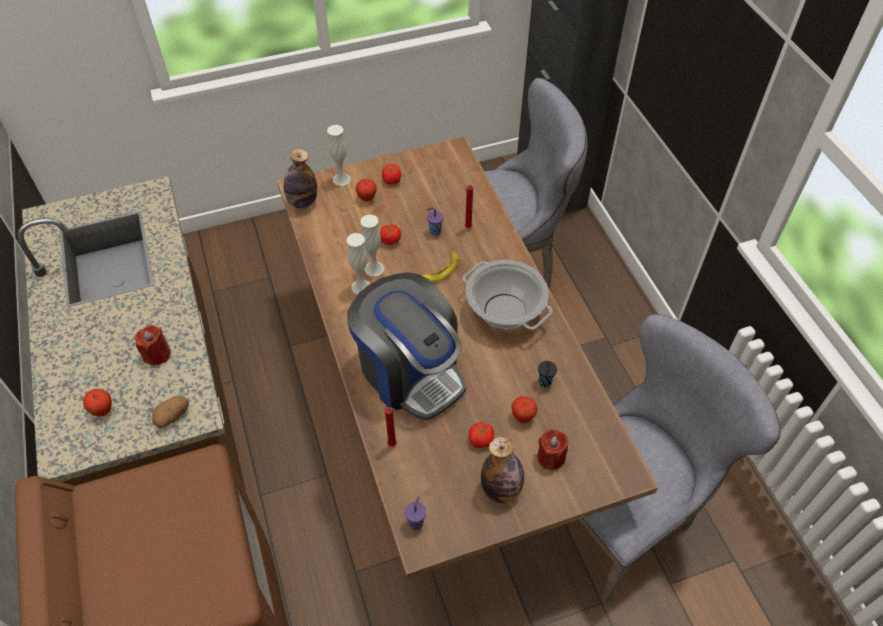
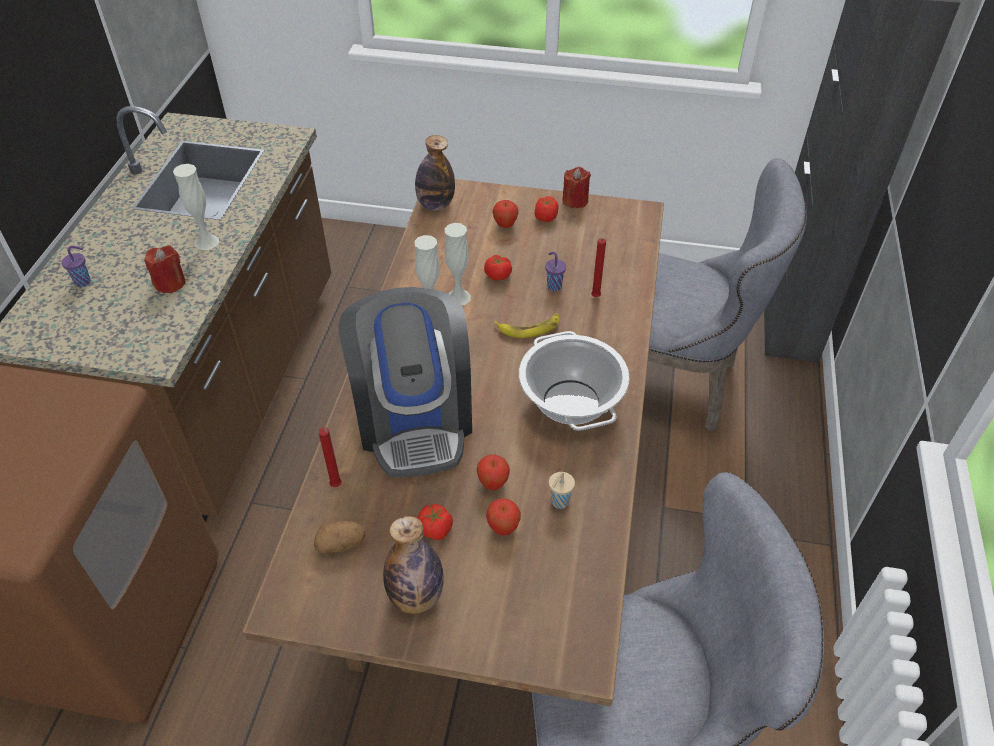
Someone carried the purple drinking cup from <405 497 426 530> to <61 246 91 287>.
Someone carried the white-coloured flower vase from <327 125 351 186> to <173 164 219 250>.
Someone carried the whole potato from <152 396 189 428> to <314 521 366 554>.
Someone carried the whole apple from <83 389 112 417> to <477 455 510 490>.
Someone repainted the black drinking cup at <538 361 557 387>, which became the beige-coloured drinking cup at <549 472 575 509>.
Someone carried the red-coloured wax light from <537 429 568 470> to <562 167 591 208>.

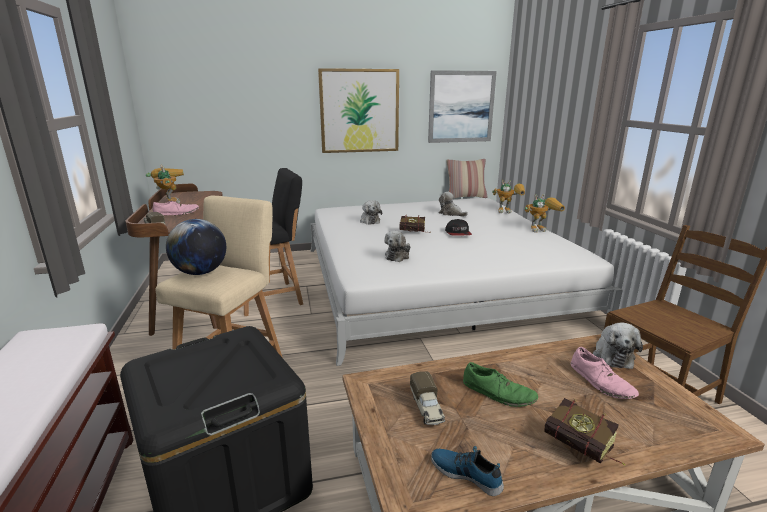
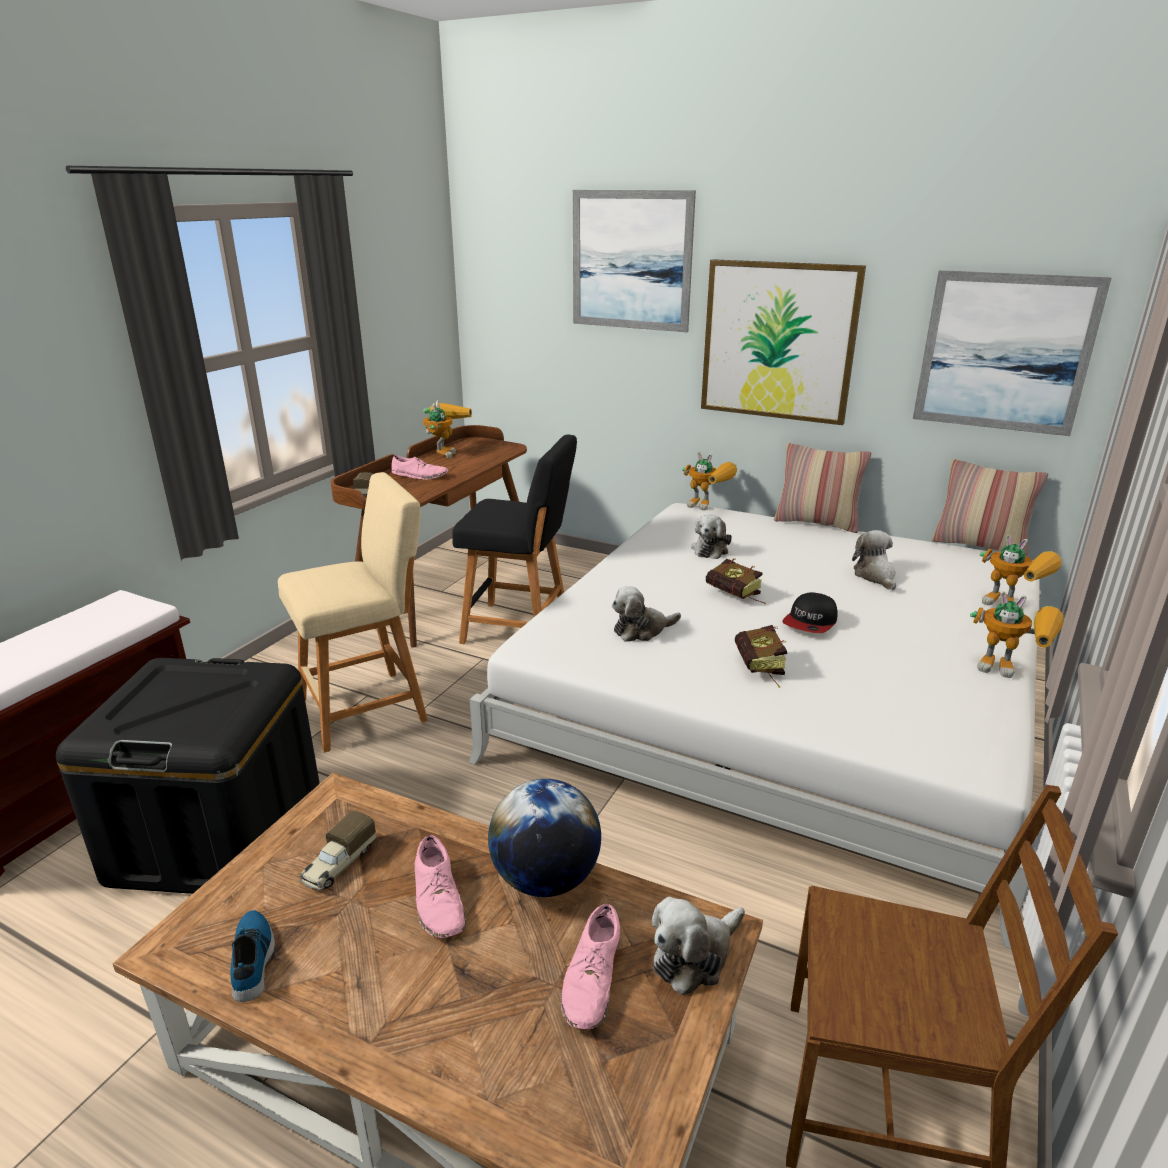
Someone repainted the green low shoe at <463 362 538 407>, which became the pink low shoe at <414 835 466 938>.
Someone carried the world globe from <166 219 226 275> to <488 779 601 897>.
Someone put up the picture at <573 190 696 332>.
Someone put down the robot figure at <682 452 737 511>.
Someone carried the bound book from <544 398 625 466> to <735 625 787 688>.
Someone put down the throw pillow at <774 443 871 533>.

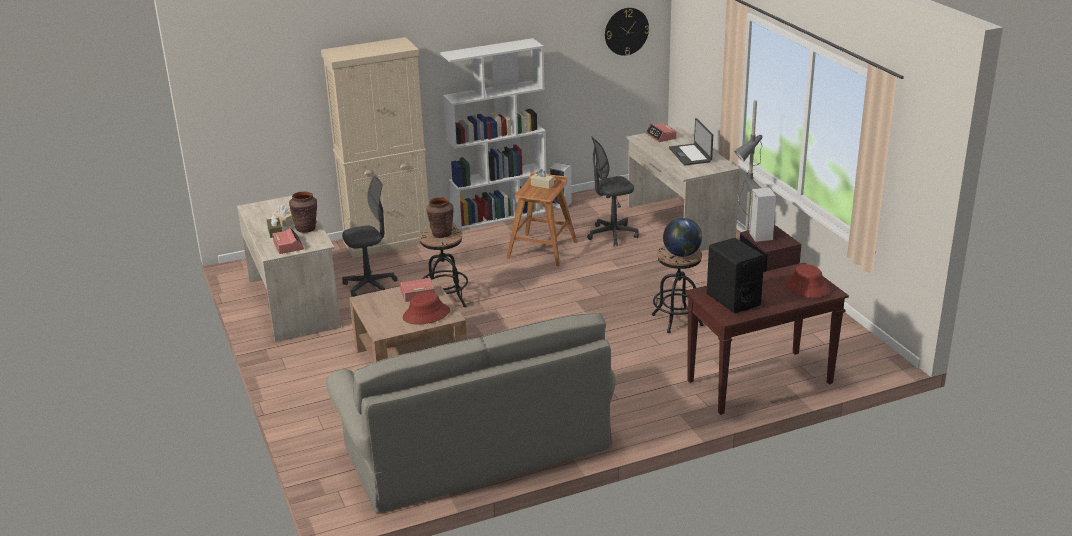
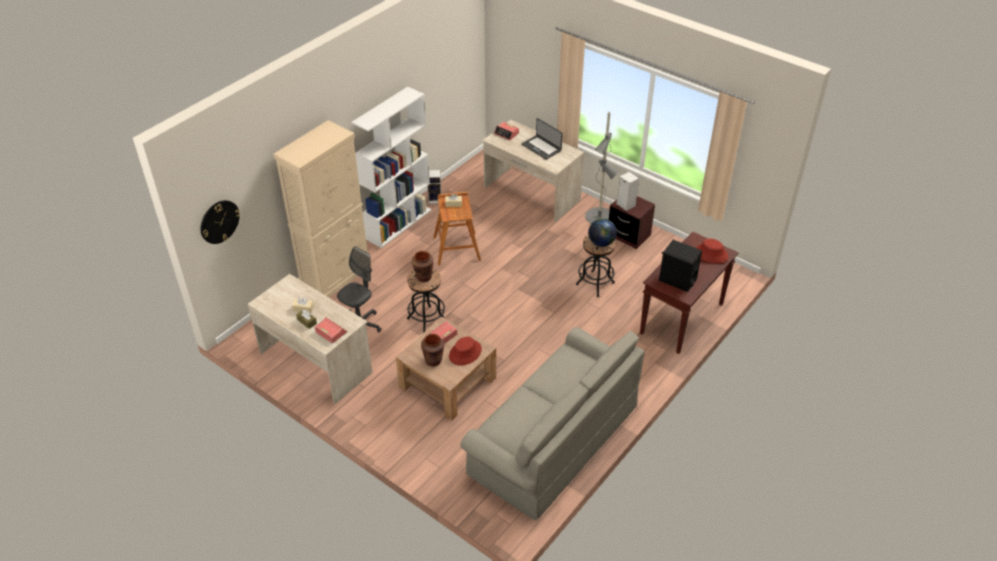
Someone carried the wall clock from <605 8 649 56> to <201 200 240 244>.
Someone carried the brown flower vase from <289 191 317 233> to <421 334 444 366>.
Someone took away the greyish office chair at <587 136 639 247>.

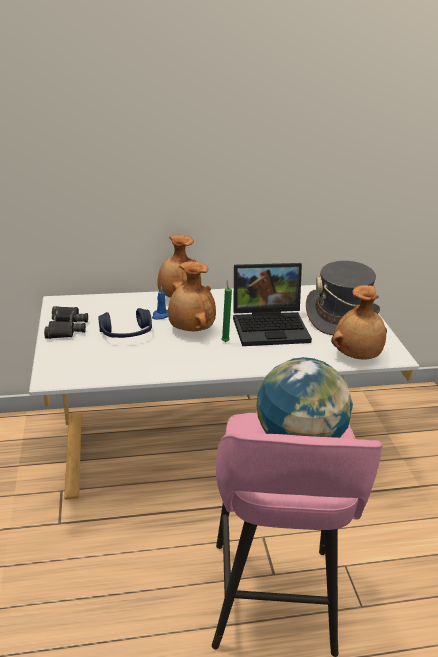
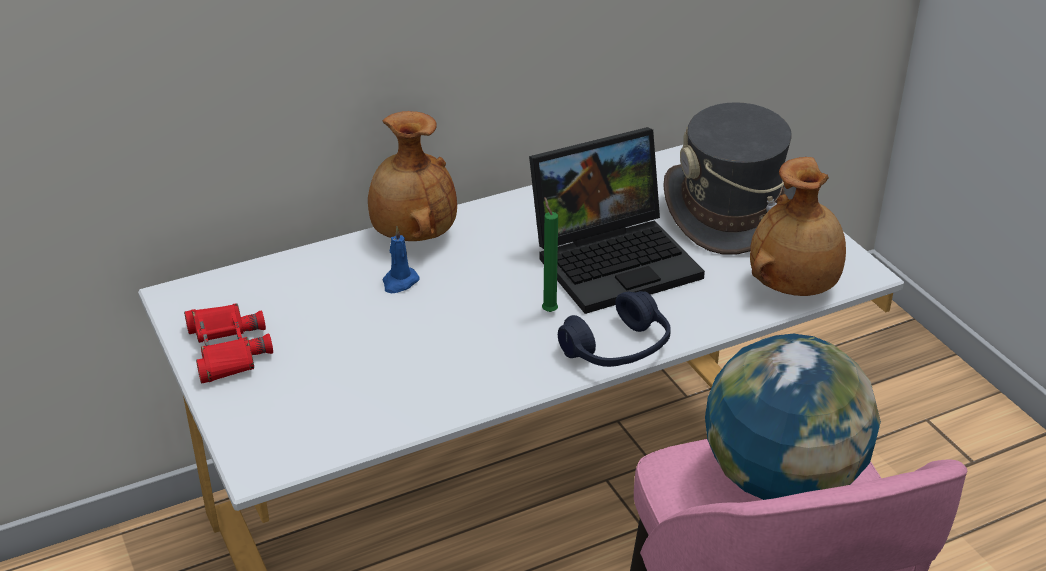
Someone repainted the black field glasses at <44 306 88 339>, which became the red-coloured field glasses at <184 303 273 383>.
Someone carried the blue-coloured pair of headphones from <99 308 152 338> to <558 291 671 367>.
Someone took away the brown flower vase at <168 261 216 331>.

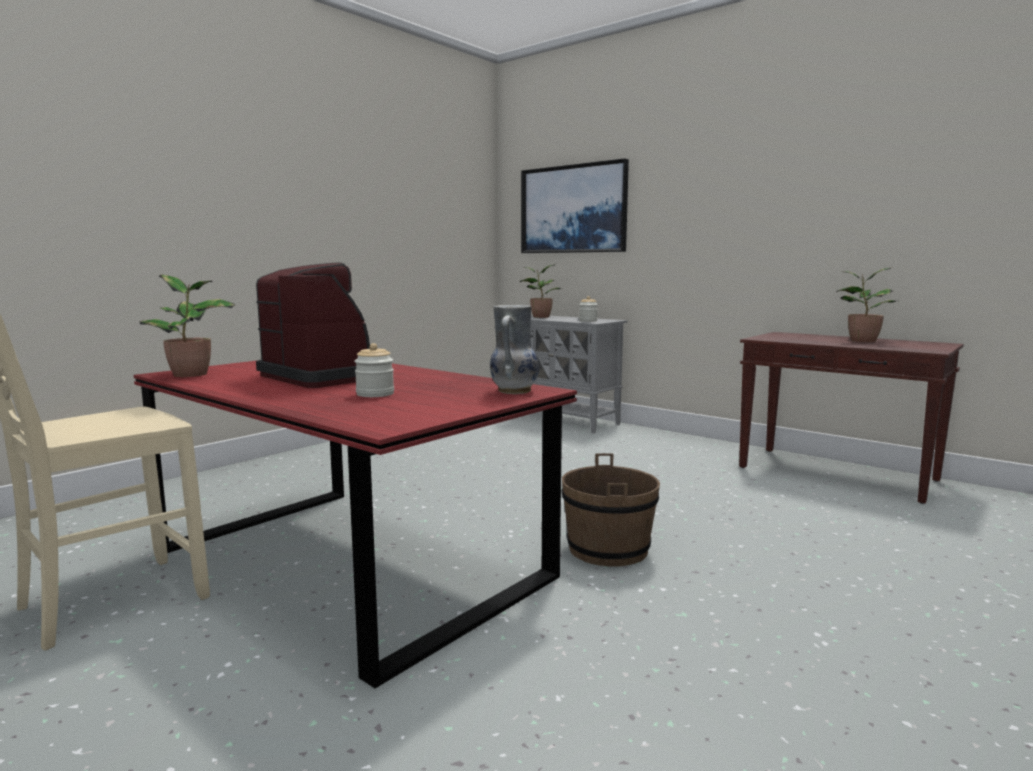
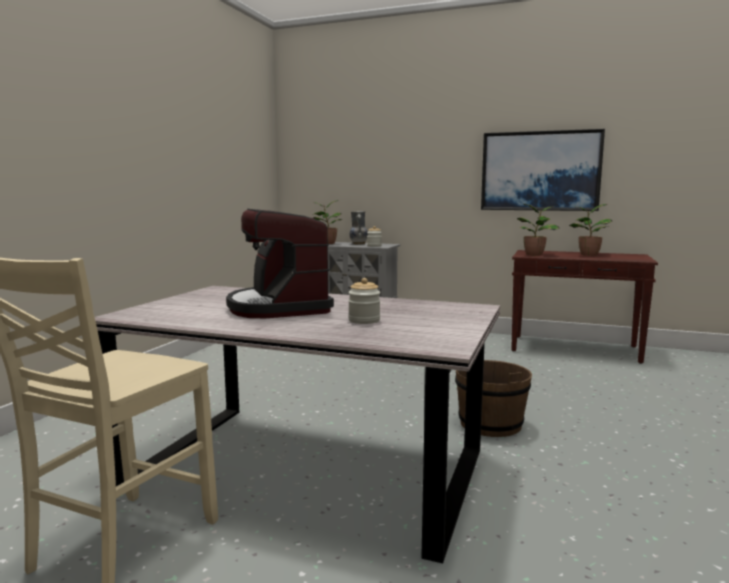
Someone repainted the red-coloured dinner table at <134 360 577 688>, which became the greyish dinner table at <95 286 500 564>.
Someone rotated the coffee machine at <256 263 370 388> by 135 degrees counterclockwise.
Someone carried the flower vase from <490 305 539 394> to <350 211 368 244>.
Someone carried the picture from <521 158 629 253> to <481 129 605 211>.
Someone carried the plant in a pot from <140 275 235 377> to <516 204 559 256>.

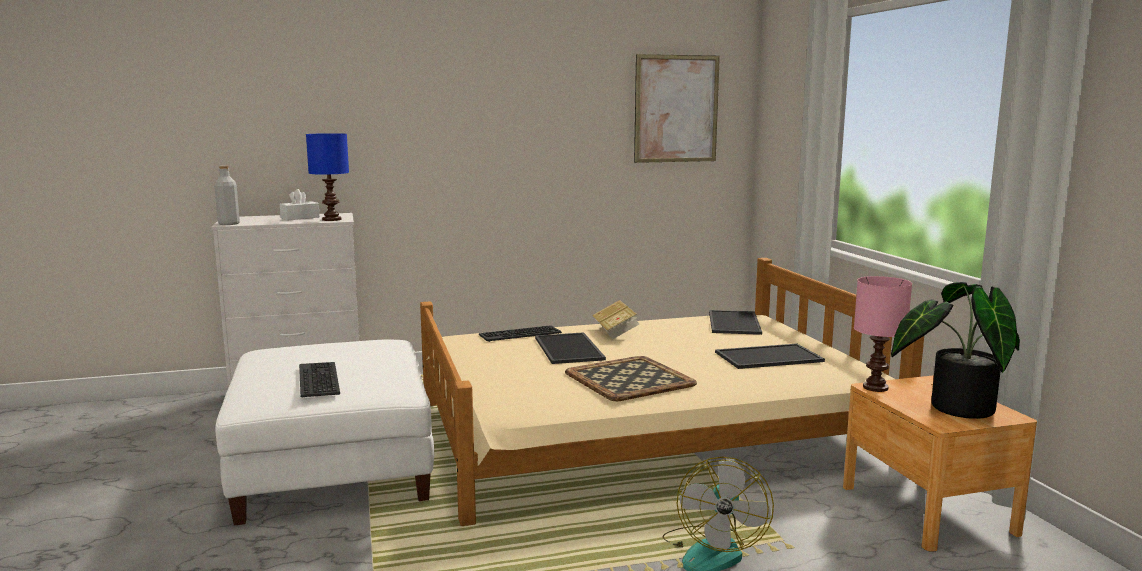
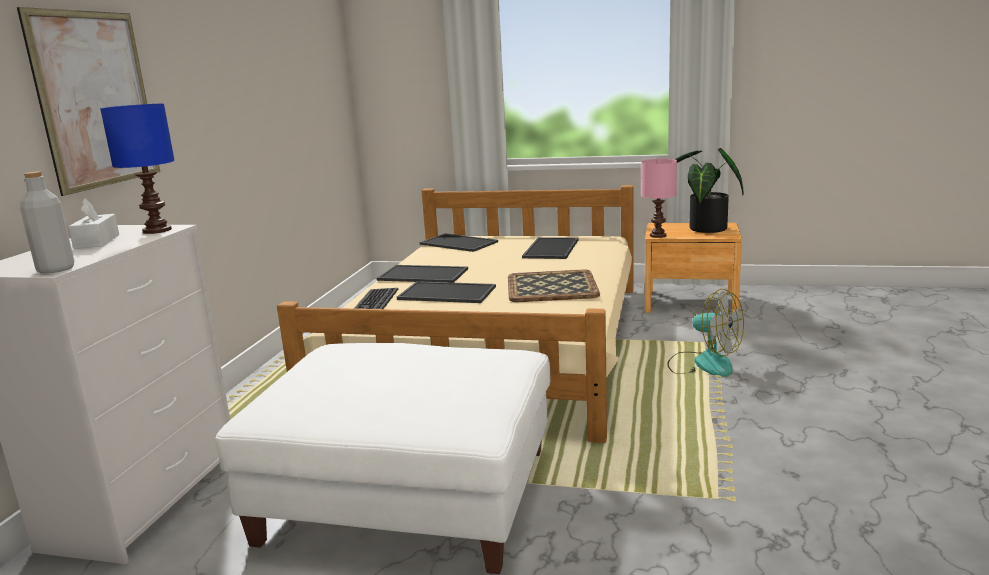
Someone carried the picture from <634 54 720 163> to <17 7 160 196>.
Someone swapped the bound book at <592 300 639 340> for the carrying tray at <377 265 468 283>.
Someone took away the PC keyboard at <299 362 340 397>.

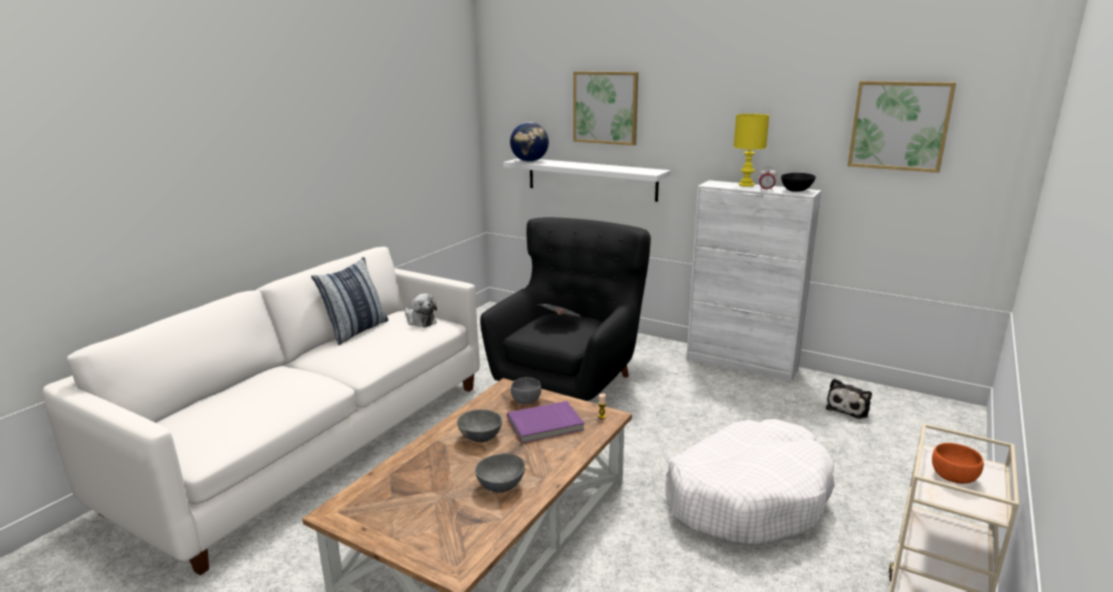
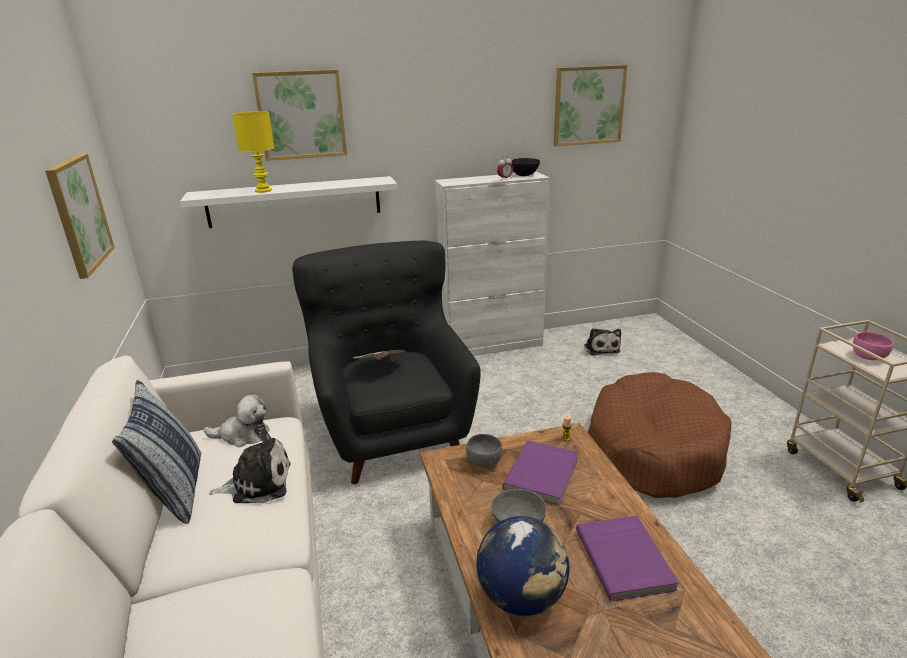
Someone put up the picture at <45 153 115 279>.
Someone put down the soft toy at <209 430 290 503>.
Someone carried the yellow-coloured lamp for a table from <734 114 769 187> to <232 111 274 193>.
Someone carried the world globe from <510 122 549 162> to <476 516 570 616>.
Someone swapped the greyish deep dish at <475 453 525 493> for the purple bound book at <576 516 679 602>.
Someone repainted the white-coloured dog bed at <665 419 835 546>, which became the brown dog bed at <587 372 731 498>.
Someone repainted the orangey deep dish at <932 443 984 484>, which became the pink deep dish at <853 332 893 360>.

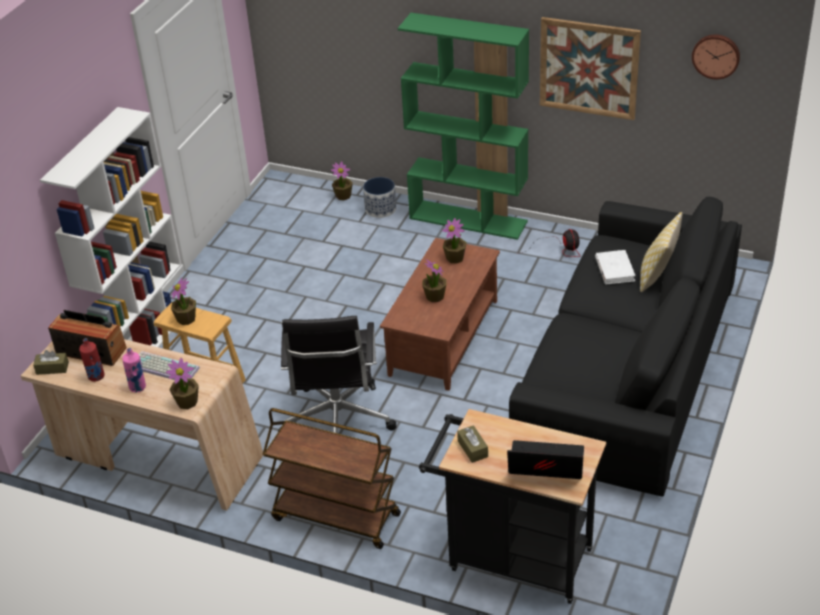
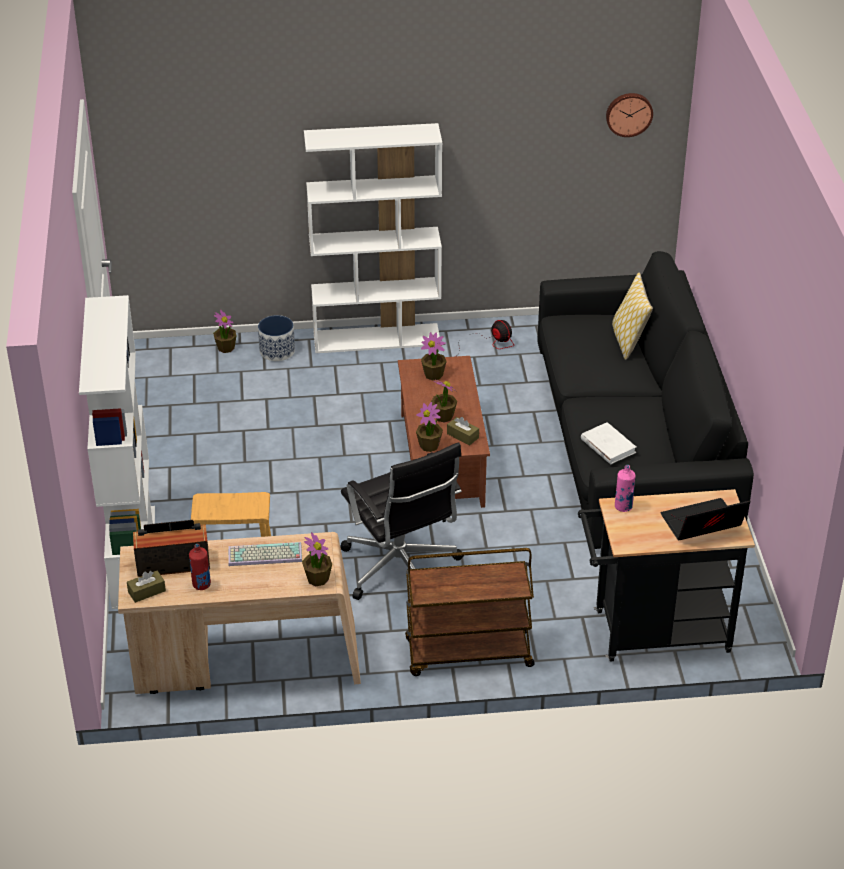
Someone repainted the green bookshelf at <398 13 529 240>, which became the white-coloured bookshelf at <304 123 442 353>.
Someone carried the plant in a pot from <171 278 196 325> to <416 402 443 452>.
Someone carried the brown box of tissues from <457 425 488 463> to <447 417 479 446>.
Someone carried the white-coloured bound book from <595 250 636 285> to <581 422 636 465>.
Someone carried the pink drink bottle from <122 348 146 392> to <615 465 636 512>.
Someone took away the picture at <540 17 641 120>.

